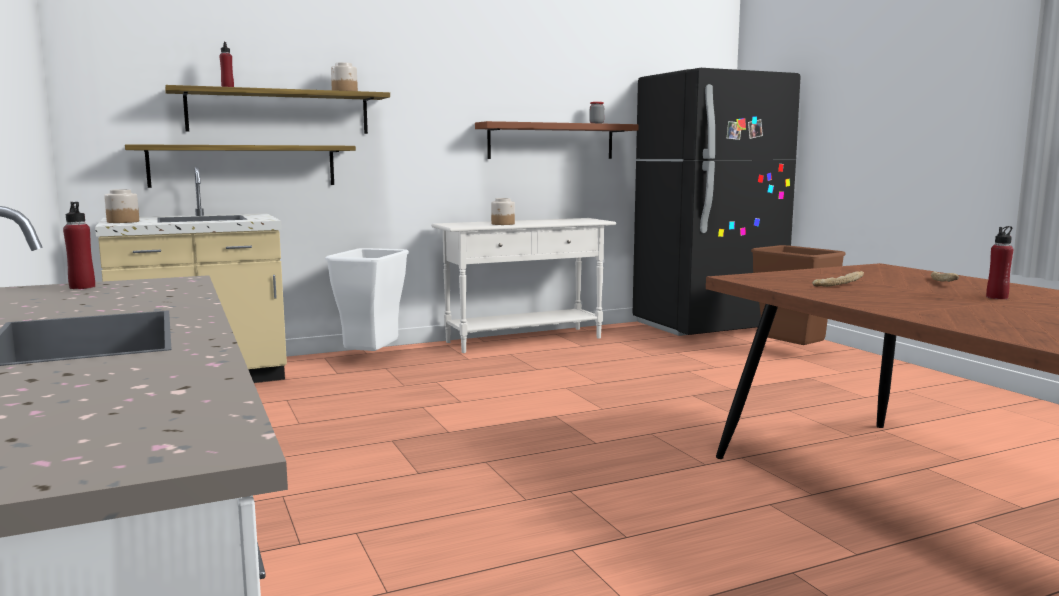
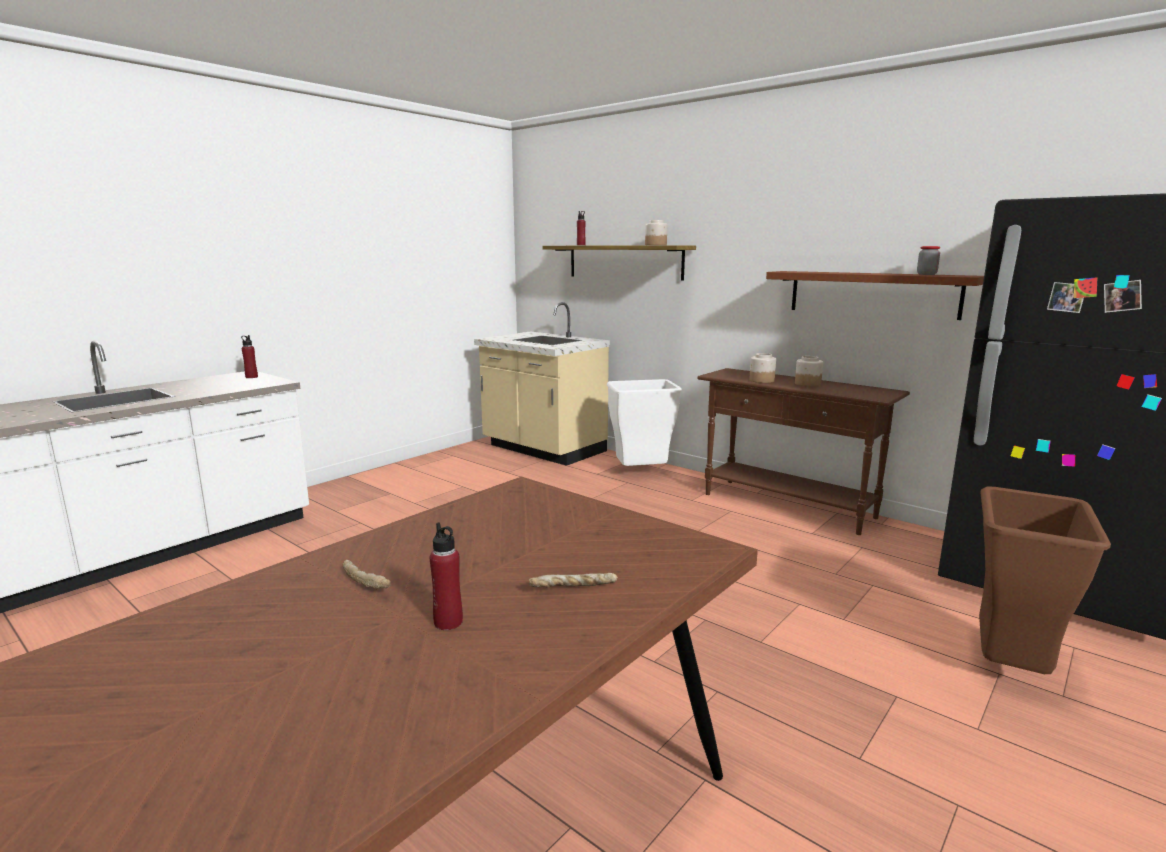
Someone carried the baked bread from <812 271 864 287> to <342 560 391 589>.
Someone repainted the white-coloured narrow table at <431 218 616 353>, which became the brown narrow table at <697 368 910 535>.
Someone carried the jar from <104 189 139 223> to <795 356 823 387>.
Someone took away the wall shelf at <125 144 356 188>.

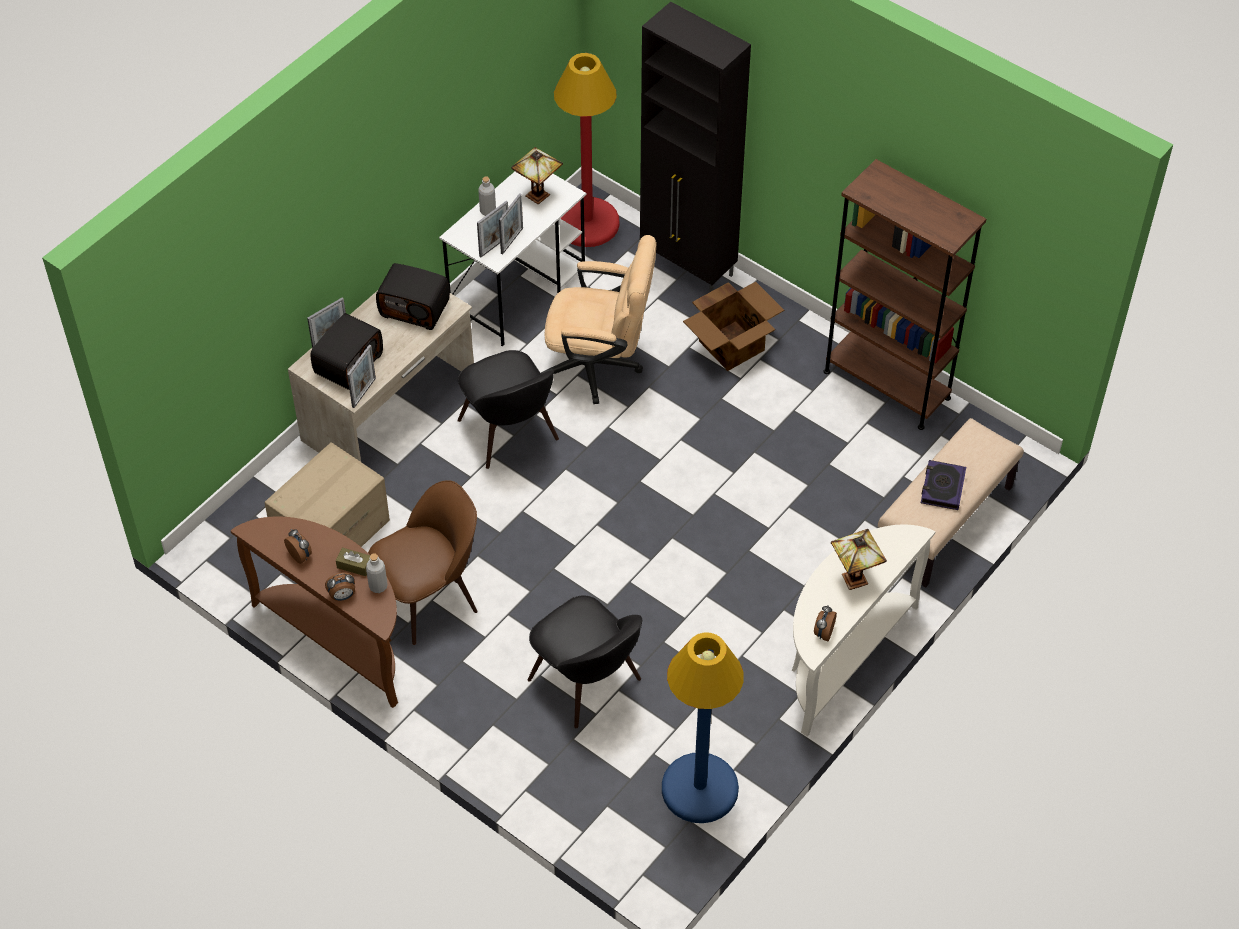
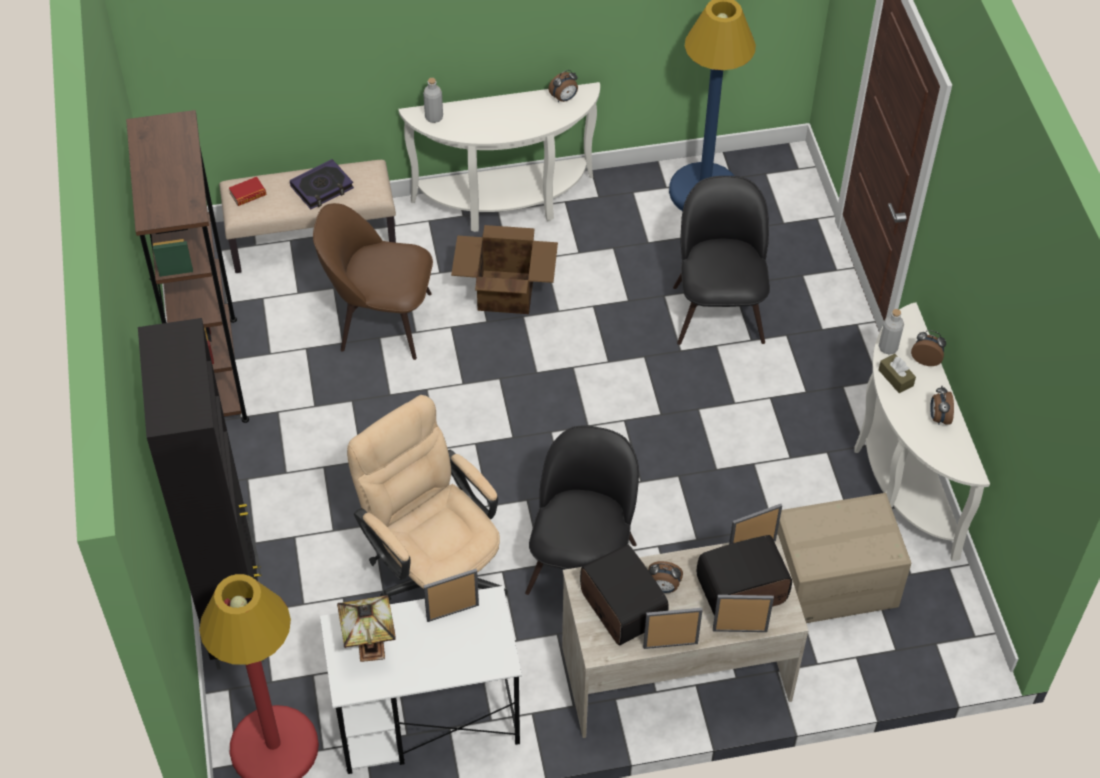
Someone put down the bound book at <229 177 266 206>.
Someone carried the brown chair from <368 480 478 645> to <313 203 433 360>.
Someone carried the greyish drink bottle from <479 177 496 216> to <423 78 443 123>.
Someone carried the packing box from <683 282 784 371> to <451 225 558 314>.
Someone carried the standing frame from <477 201 508 258> to <643 608 703 649>.
Someone put down the table clock at <648 561 683 593>.
Someone repainted the brown narrow table at <231 516 398 708>, which became the white-coloured narrow table at <854 303 990 561>.
Someone took away the lamp for a table at <831 529 887 590>.

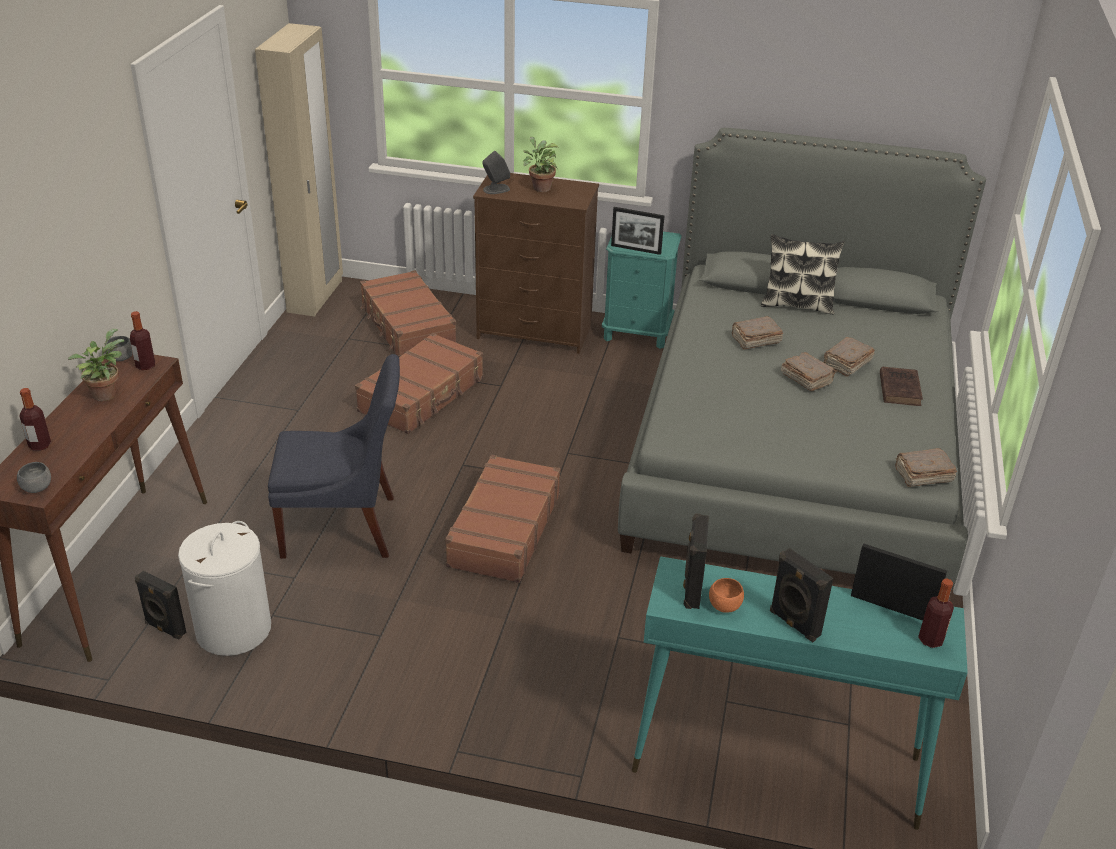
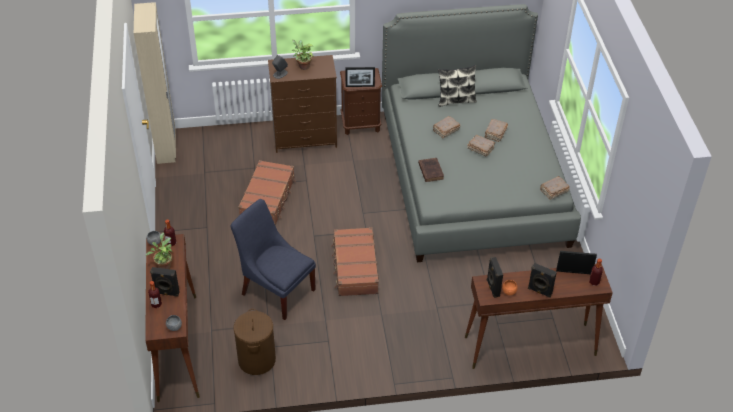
Someone carried the black audio speaker from <135 571 186 639> to <150 267 180 297>.
Someone rotated the blue-coloured chair at <268 354 400 559> by 120 degrees counterclockwise.
Someone repainted the white-coloured laundry basket at <178 521 271 656>, which became the brown laundry basket at <234 309 276 375>.
Someone repainted the turquoise nightstand at <602 232 682 349>, which became the brown nightstand at <340 68 382 135>.
Someone carried the brown bound book from <880 367 923 406> to <418 158 444 182>.
Someone repainted the turquoise narrow table at <632 556 968 830>, which became the brown narrow table at <465 263 613 369>.
Someone took away the brown suitcase at <360 270 457 357>.

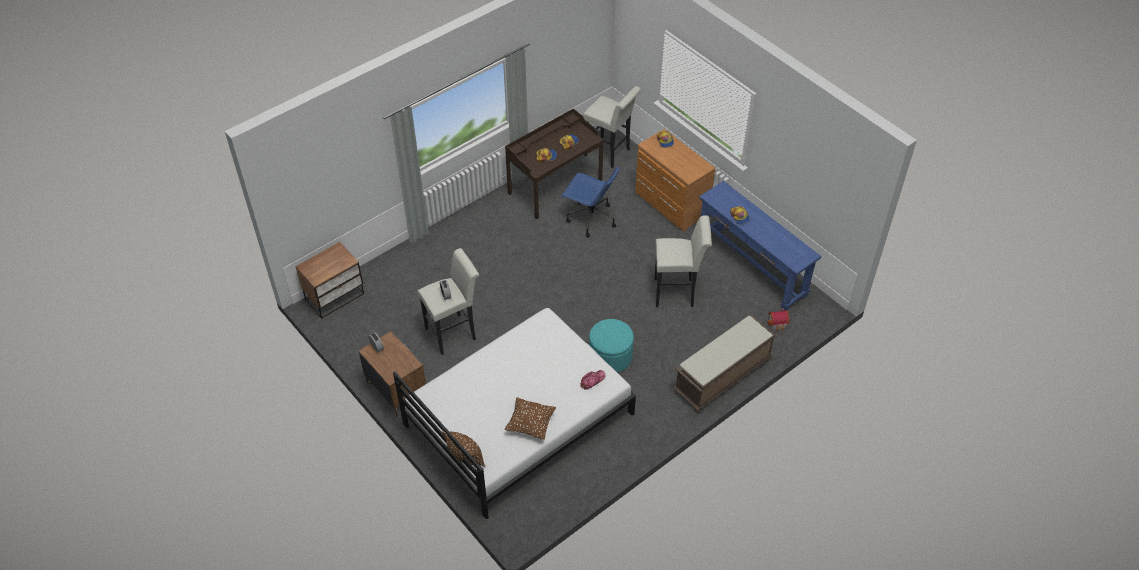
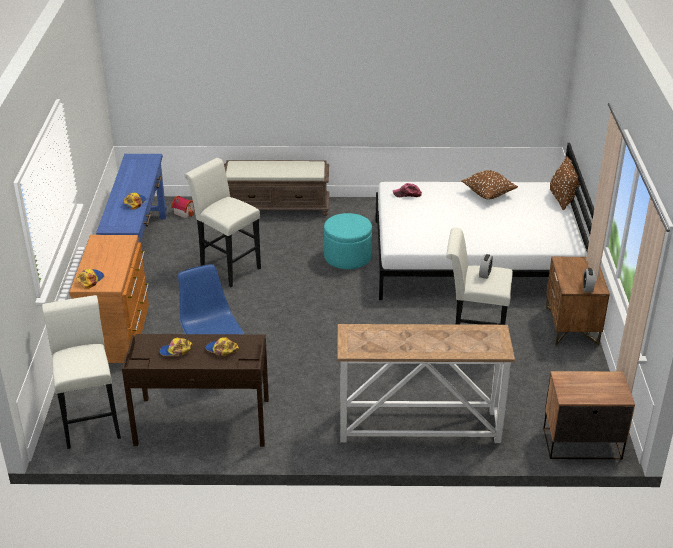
Someone put down the narrow table at <337 324 515 443>.

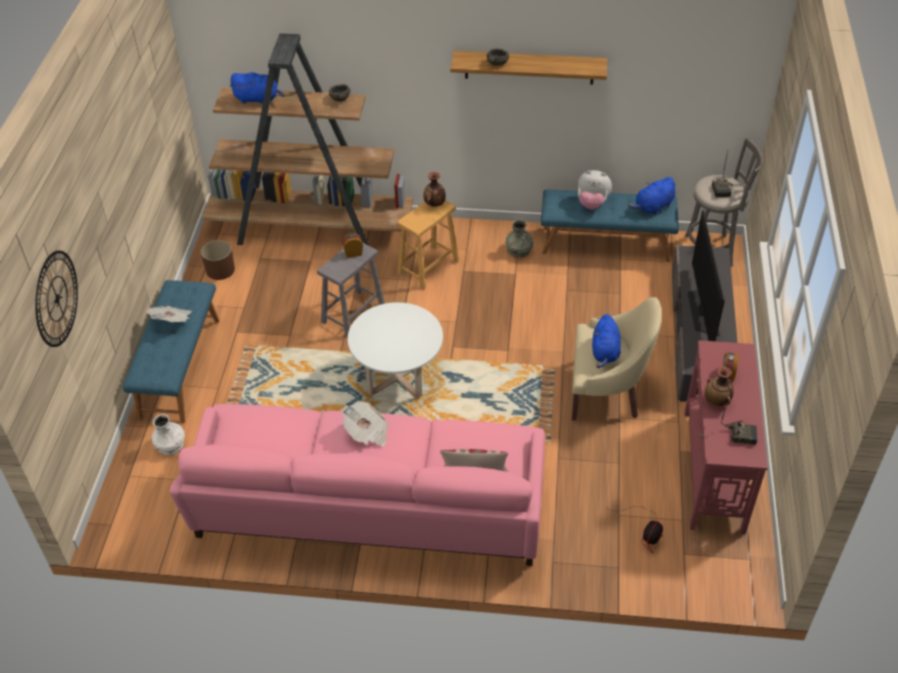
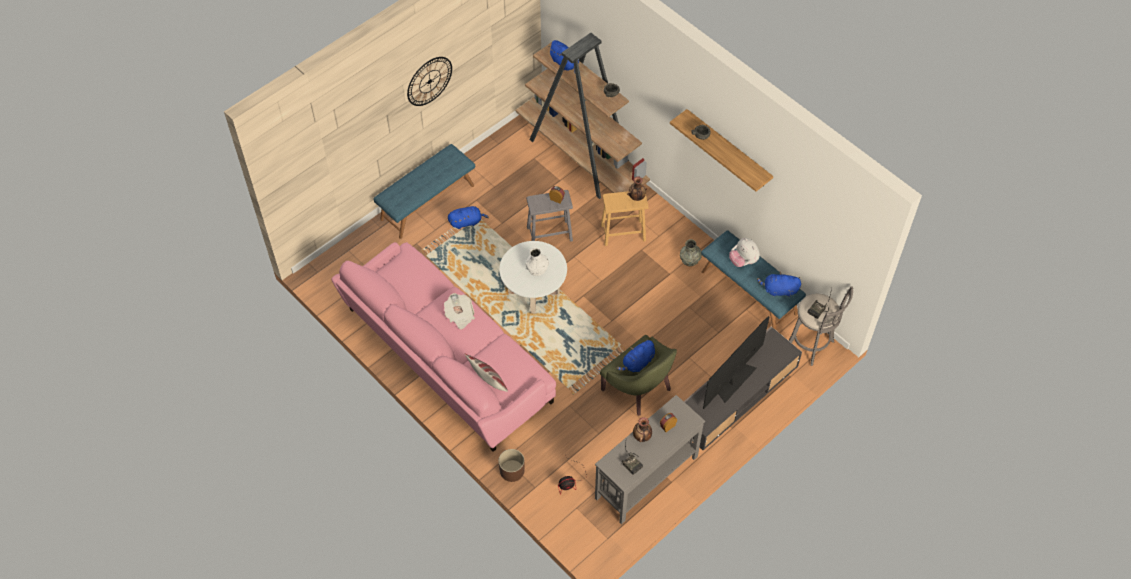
Someone carried the wall clock from <35 251 78 347> to <407 57 452 106>.
Someone put down the blue-coloured soft toy at <448 206 489 229>.
Someone carried the brown plant pot from <201 240 235 280> to <499 449 525 482>.
Someone carried the white-coloured flower vase from <152 414 185 455> to <526 248 549 276>.
Someone repainted the red-coloured narrow table at <685 340 768 534>, which became the greyish narrow table at <595 395 705 524>.
Someone repainted the beige-coloured easy chair at <572 297 662 421>, which became the green easy chair at <600 335 677 416>.
Someone took away the daily paper at <146 306 192 322>.

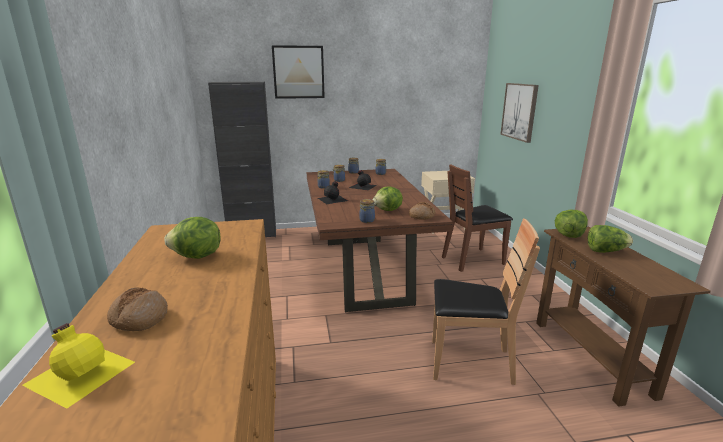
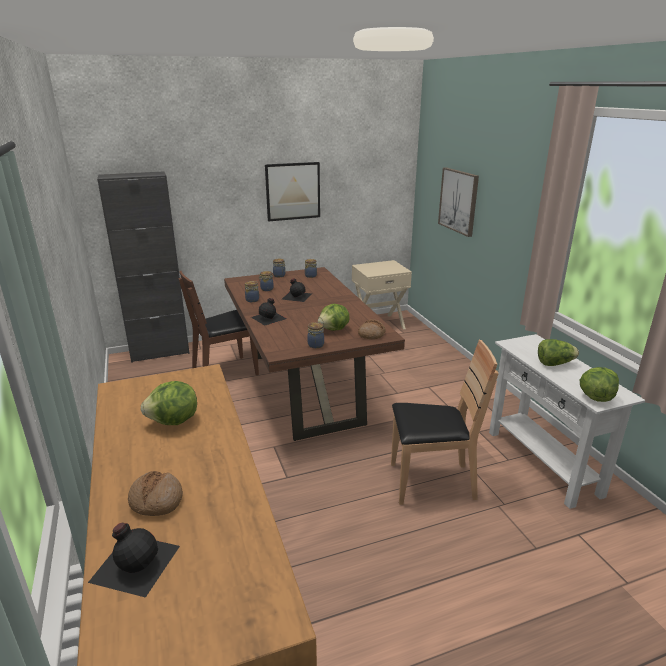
Someone repainted the yellow-coloured drink bottle at <22 323 135 408>, which became the black drink bottle at <88 523 180 598>.
Someone carried the brown chair from <442 164 513 272> to <178 271 259 375>.
Someone carried the picture from <272 45 325 99> to <265 162 320 221>.
Someone repainted the brown narrow table at <536 227 711 407>, which became the white-coloured narrow table at <489 334 645 509>.
Someone carried the lettuce head from <555 210 588 238> to <580 367 619 402>.

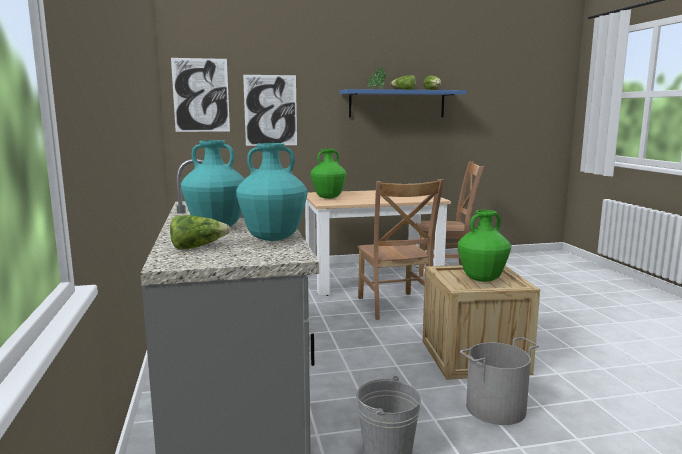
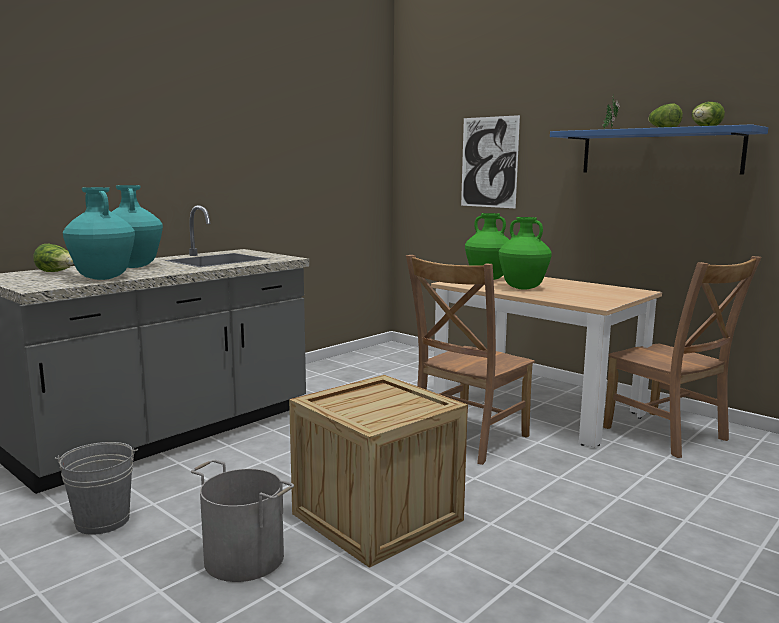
Someone carried the green flower vase from <458 210 511 282> to <499 217 552 290>.
Someone took away the picture at <171 58 230 132>.

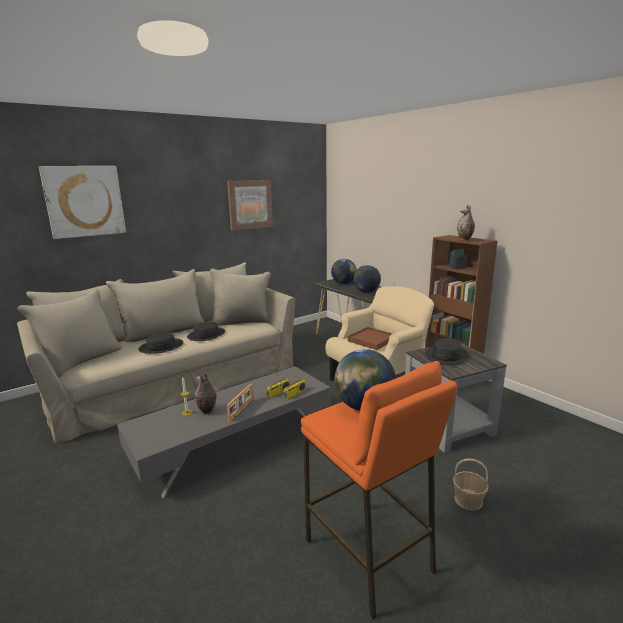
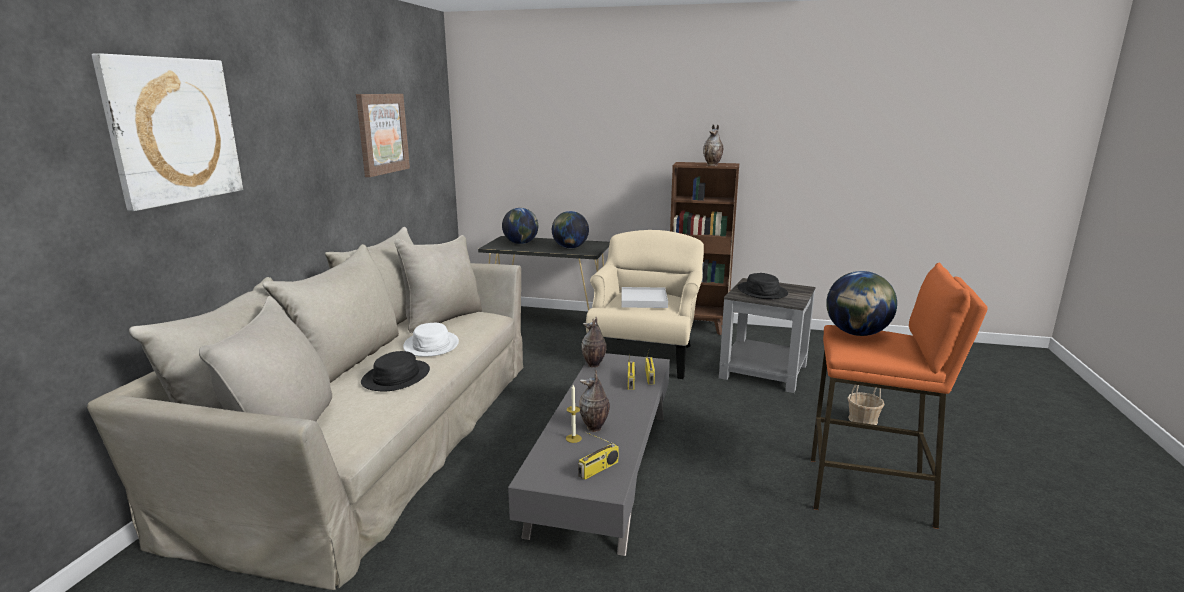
Someone repainted the black wearable hat at <187 321 225 341>, which became the white-coloured wearable hat at <403 323 459 357>.
Someone put down the radio set at <578 432 619 480>.
Someone put down the flower vase at <581 317 607 368>.
Someone repainted the brown carrying tray at <348 327 392 350>, which became the white-coloured carrying tray at <622 287 668 308>.
Someone took away the standing frame at <227 383 253 422>.

